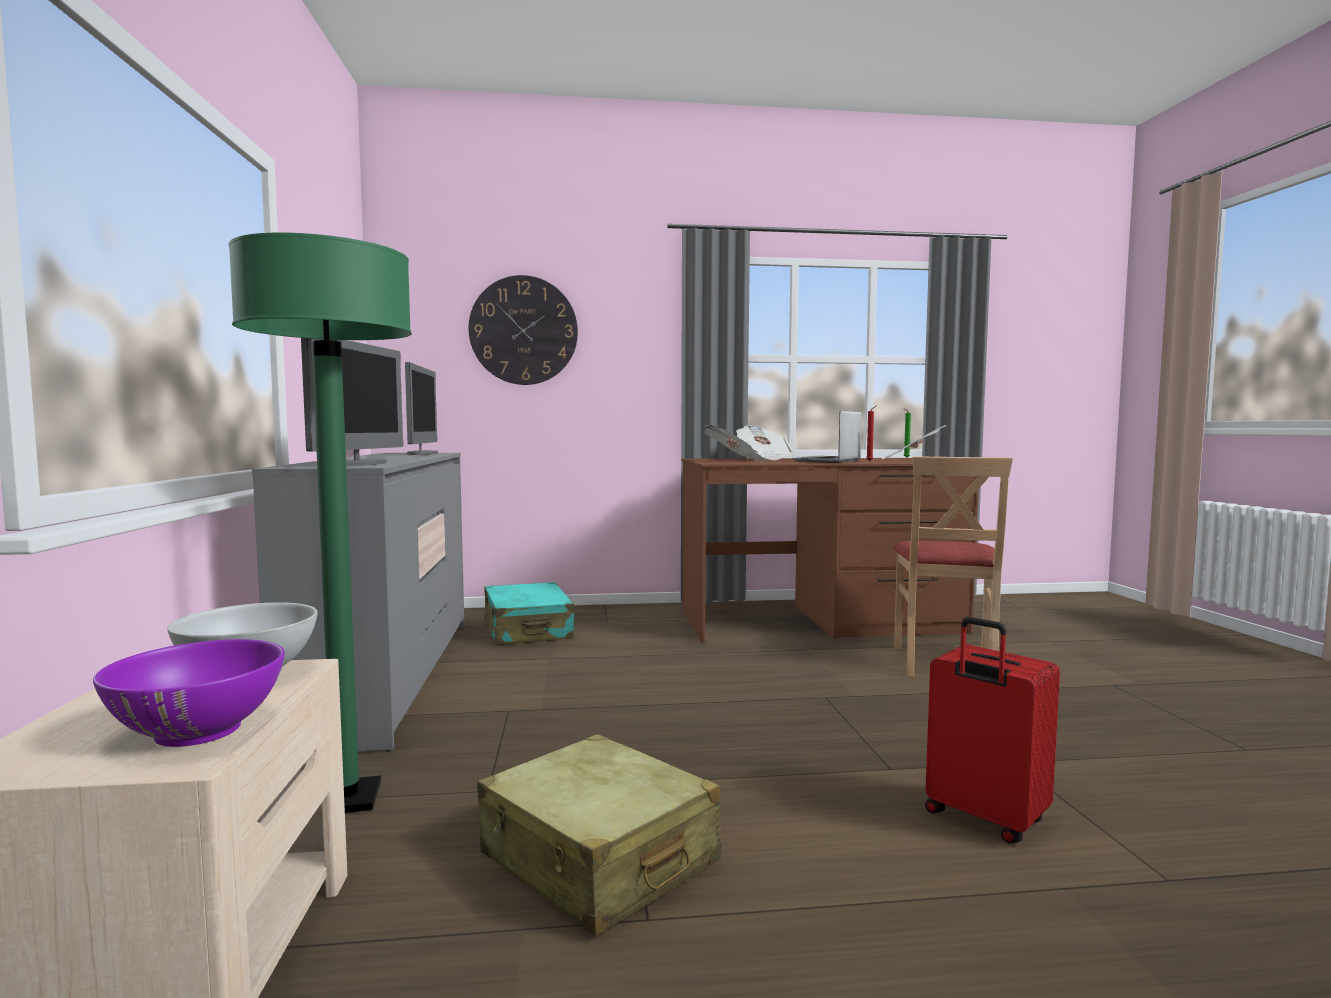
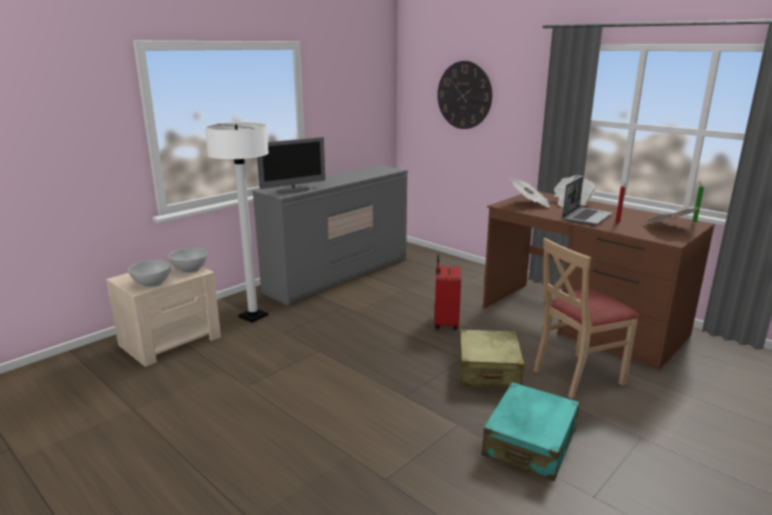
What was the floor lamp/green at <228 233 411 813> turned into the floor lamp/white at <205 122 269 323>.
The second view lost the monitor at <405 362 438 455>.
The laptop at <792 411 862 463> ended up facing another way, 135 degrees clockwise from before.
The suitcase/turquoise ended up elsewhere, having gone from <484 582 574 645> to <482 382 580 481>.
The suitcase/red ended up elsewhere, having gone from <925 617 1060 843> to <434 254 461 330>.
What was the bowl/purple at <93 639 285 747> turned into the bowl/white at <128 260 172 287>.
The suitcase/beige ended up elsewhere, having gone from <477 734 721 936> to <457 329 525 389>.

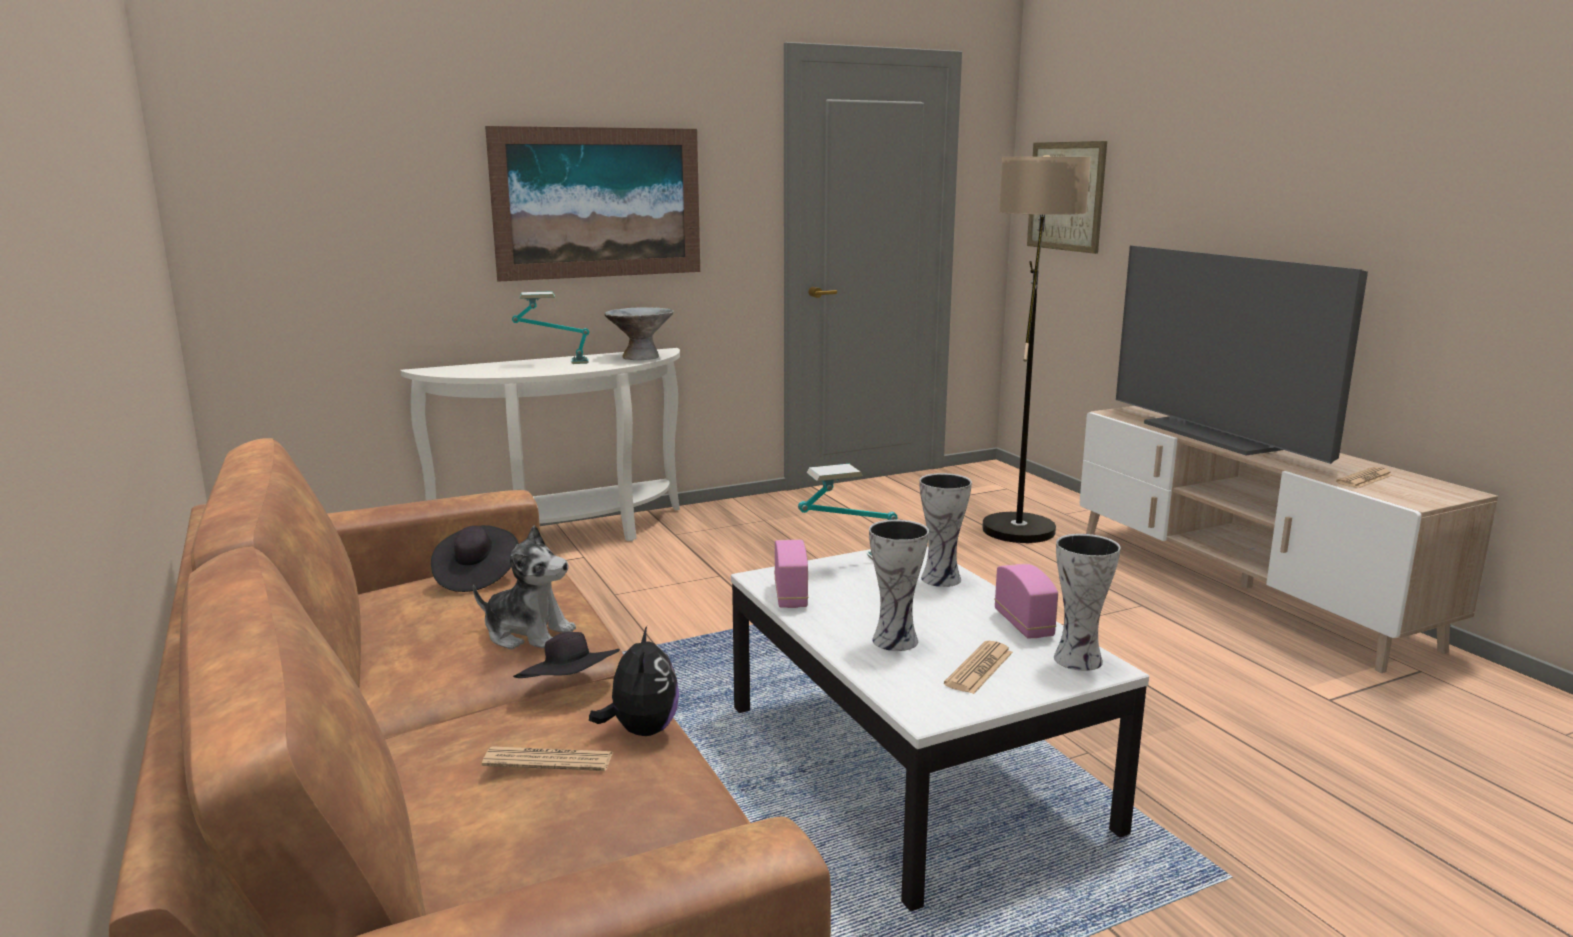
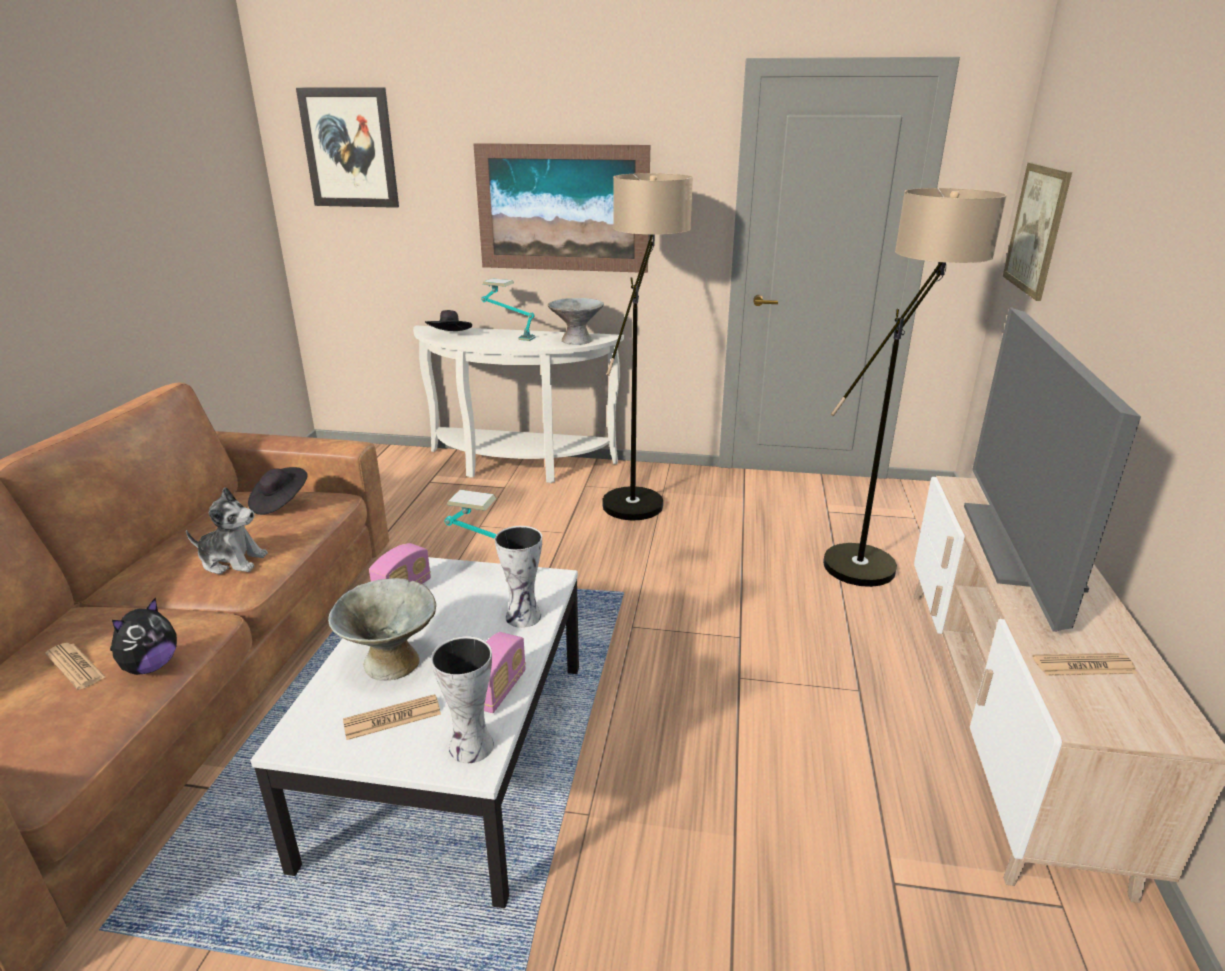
Where the vase stood at <869 520 929 651>, the bowl/grey came to stand at <328 578 436 681>.
The plush toy at <473 525 576 650> ended up facing another way, 45 degrees counterclockwise from before.
The hat/black ended up elsewhere, having gone from <513 632 620 678> to <425 310 472 331>.
The second view gained the picture at <296 87 399 208>.
The second view gained the floor lamp at <602 173 693 521>.

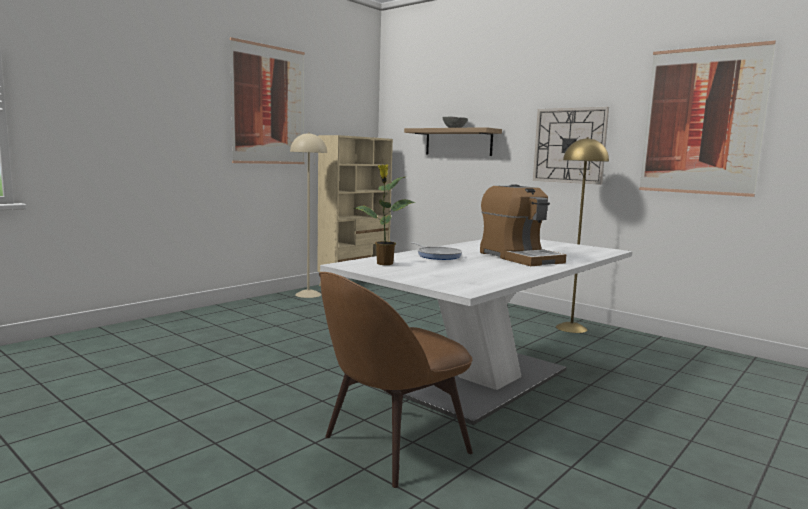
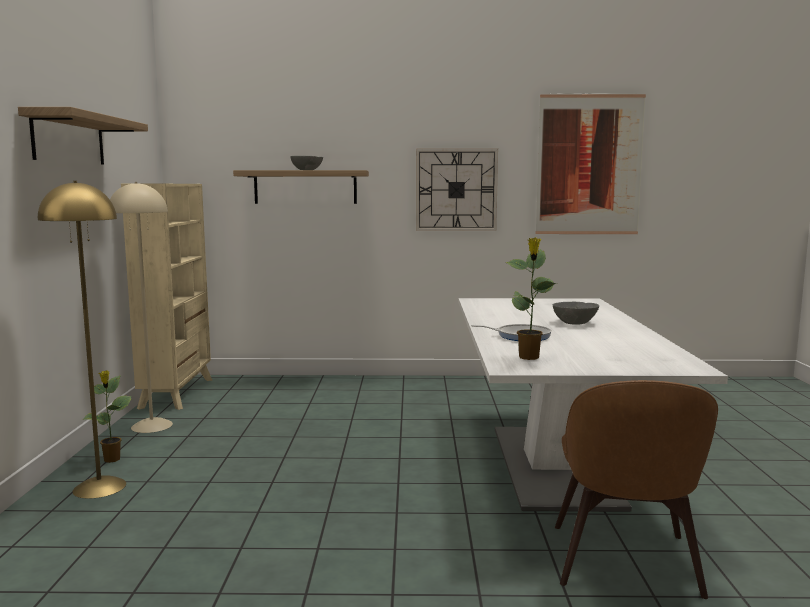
Where the picture hung at <230 37 305 164>, the shelf came to hang at <18 107 148 165>.
The floor lamp/yellow ended up elsewhere, having gone from <556 137 609 333> to <38 181 126 499>.
Where the coffee machine stood at <480 184 566 266>, the bowl/grey came to stand at <553 302 599 325>.
The second view gained the potted plant at <83 370 131 463>.

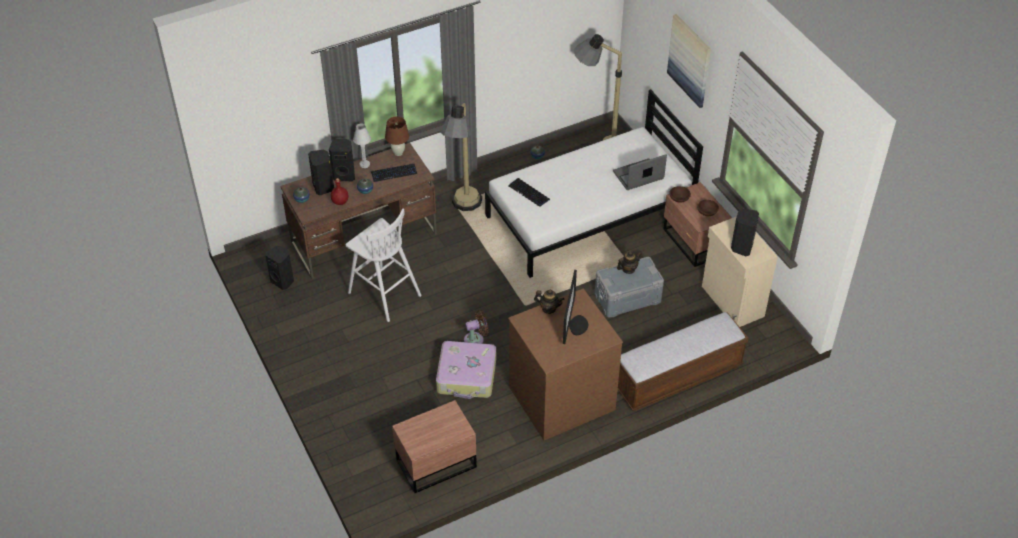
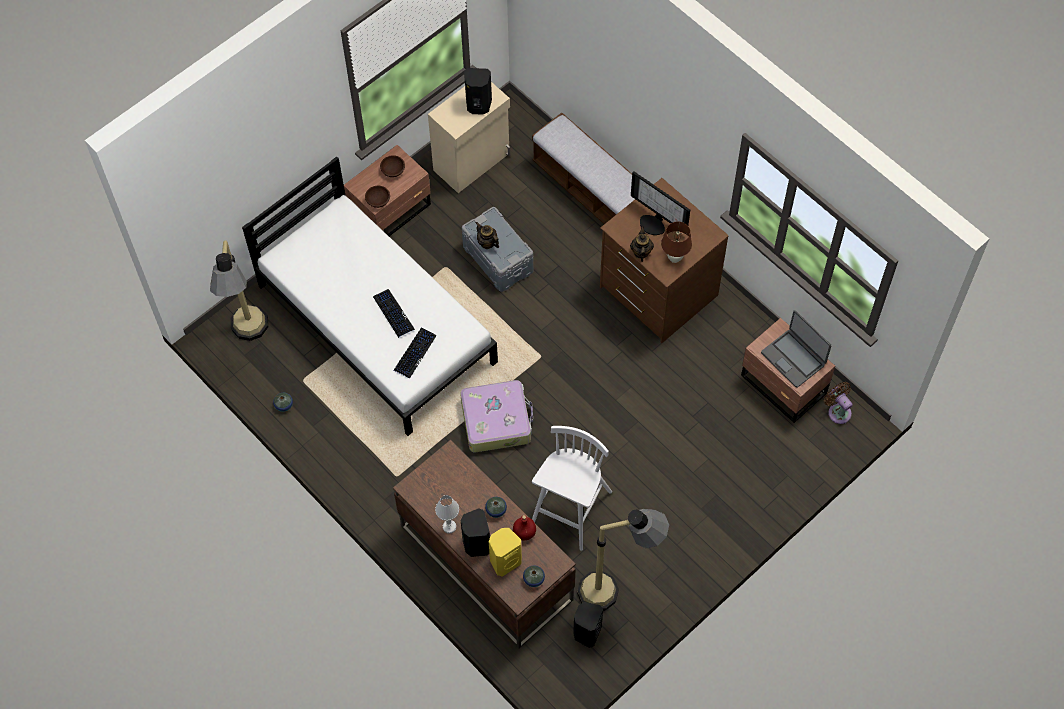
The second view lost the picture at <667 14 711 108>.
The floor lamp ended up elsewhere, having gone from <441 103 482 211> to <577 509 669 611>.
The table lamp/brown ended up elsewhere, having gone from <385 116 409 156> to <661 222 692 263>.
What was the speaker/black at <308 150 334 195> turned into the speaker/yellow at <489 528 522 577>.
The laptop ended up elsewhere, having gone from <613 154 667 190> to <761 310 831 388>.
The keyboard ended up elsewhere, having gone from <371 164 417 182> to <373 289 415 338>.
The monitor at <563 270 588 344> ended up facing another way, 135 degrees counterclockwise from before.
The fan/brown ended up elsewhere, having gone from <464 310 489 343> to <824 382 853 424>.
The suitcase ended up elsewhere, having gone from <436 341 496 399> to <460 380 533 452>.

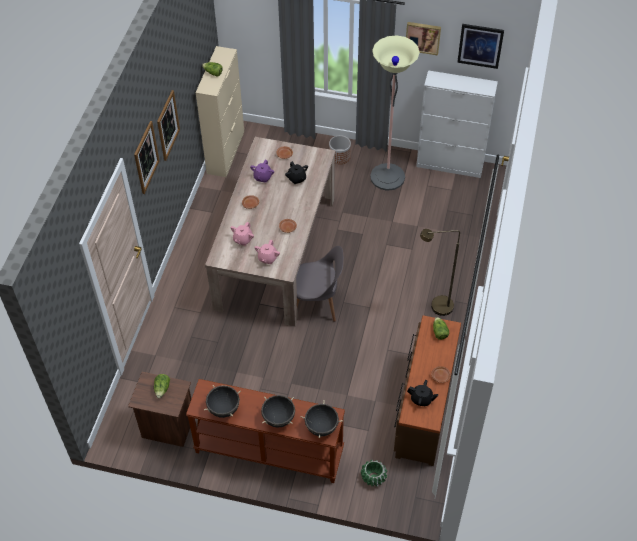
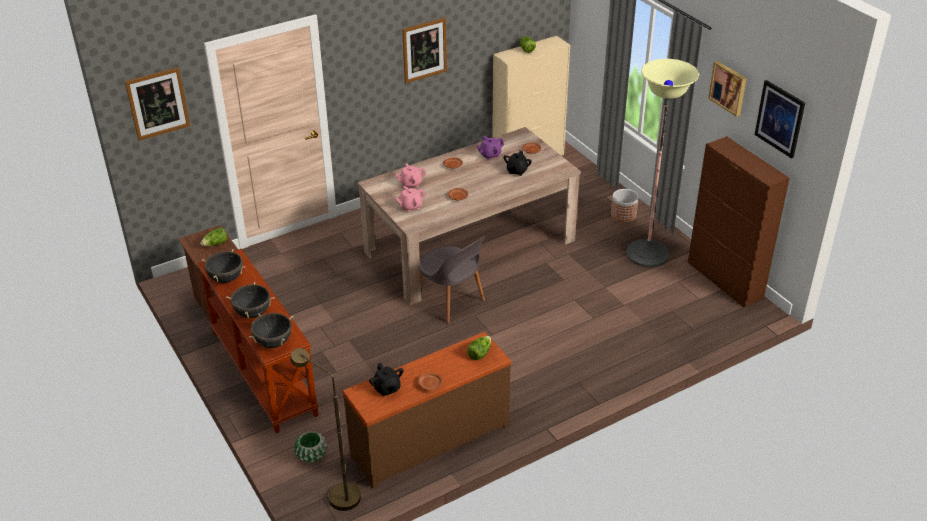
What was the cabinet/white at <416 70 498 178> turned into the cabinet/brown at <688 136 790 307>.
The picture ended up elsewhere, having gone from <134 121 160 194> to <125 67 190 141>.
The floor lamp/brown ended up elsewhere, having gone from <420 229 460 316> to <290 348 361 511>.

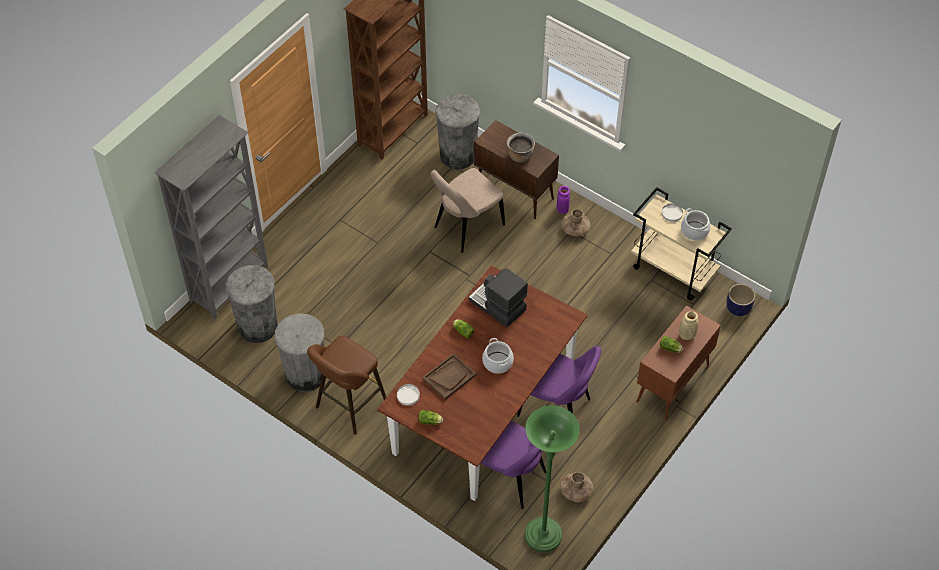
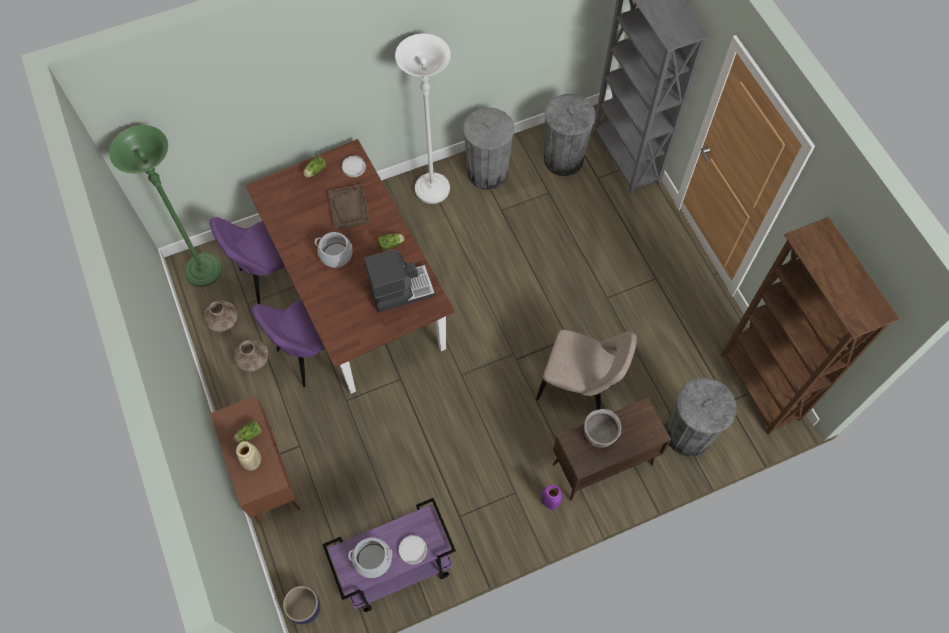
The chair/beige at <431 168 505 253> ended up facing another way, 120 degrees clockwise from before.
What was the cart/beige at <631 187 732 301> turned into the cart/purple at <322 498 456 612>.
The vase/brown ended up elsewhere, having gone from <561 209 590 236> to <234 339 269 372>.
Where the stool/brown stood at <307 336 387 435>, the floor lamp/white came to stand at <395 33 451 204>.

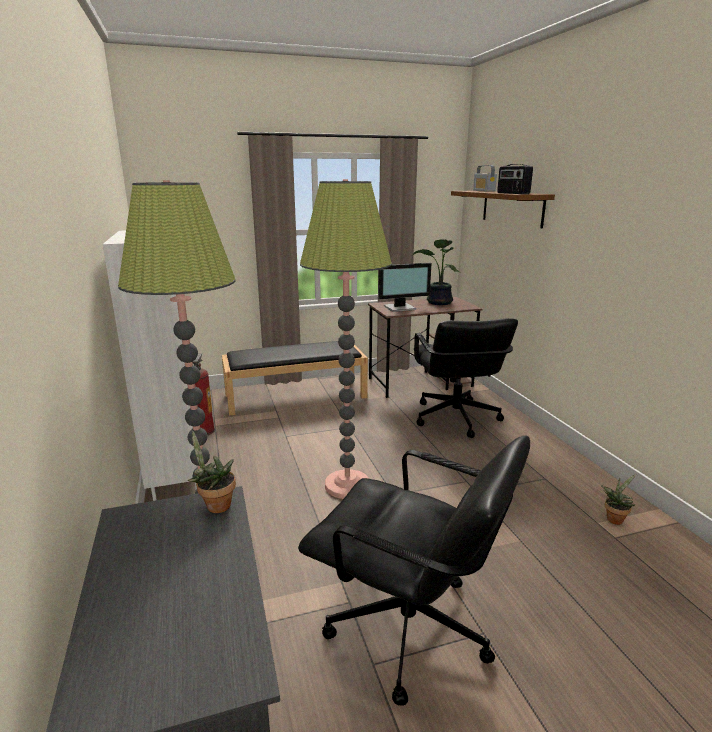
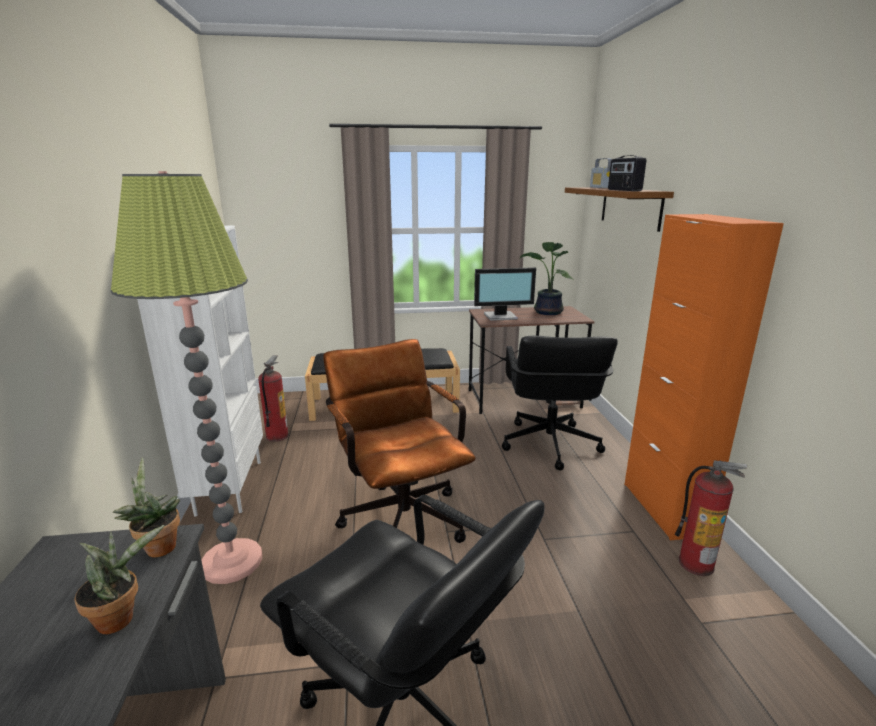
Where the floor lamp stood at <300 179 392 499>, the office chair/brown came to stand at <323 339 476 543>.
The potted plant ended up elsewhere, having gone from <602 474 636 525> to <74 525 164 634>.
The second view gained the cabinet/orange at <624 214 784 540>.
The second view gained the fire extinguisher at <675 460 748 576>.

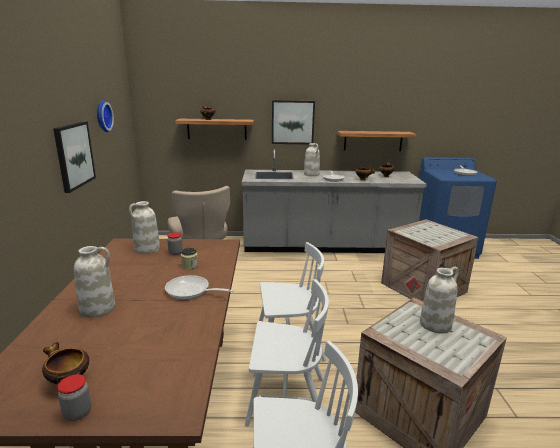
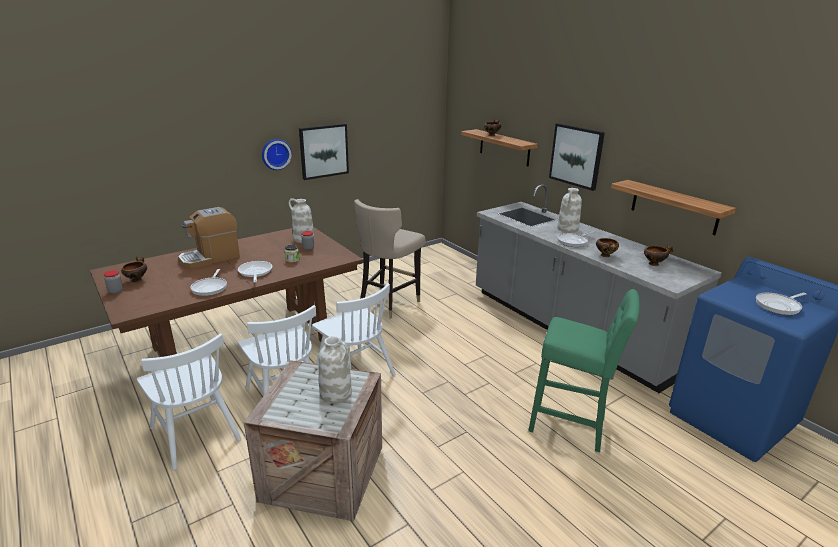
The wall clock ended up elsewhere, having gone from <97 101 114 132> to <262 139 292 170>.
Where the crate stood at <381 219 479 301>, the stool/green came to stand at <528 289 640 452>.
Where the vase/white stood at <74 246 115 318>, the coffee machine came to stand at <178 207 240 269>.
The second view gained the frying pan at <191 269 227 296>.

